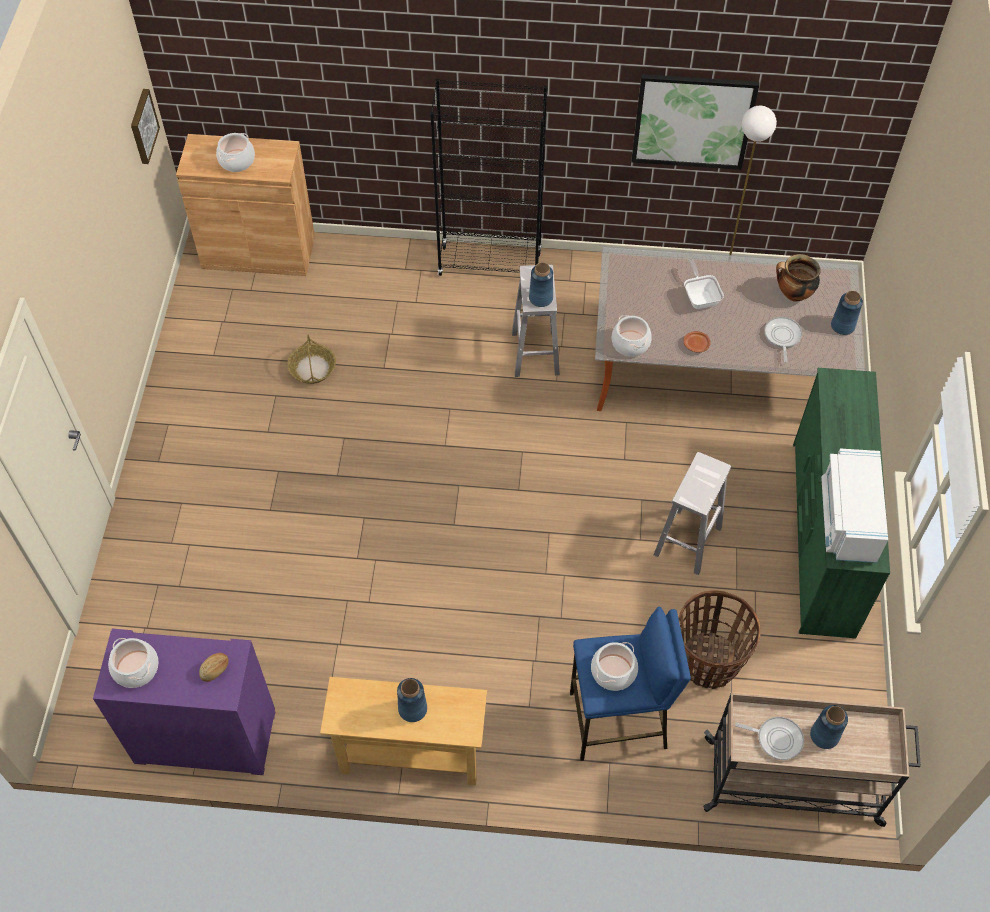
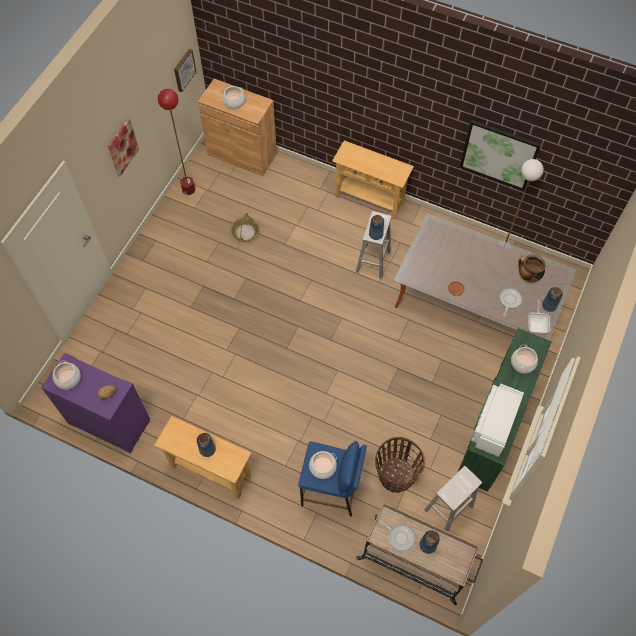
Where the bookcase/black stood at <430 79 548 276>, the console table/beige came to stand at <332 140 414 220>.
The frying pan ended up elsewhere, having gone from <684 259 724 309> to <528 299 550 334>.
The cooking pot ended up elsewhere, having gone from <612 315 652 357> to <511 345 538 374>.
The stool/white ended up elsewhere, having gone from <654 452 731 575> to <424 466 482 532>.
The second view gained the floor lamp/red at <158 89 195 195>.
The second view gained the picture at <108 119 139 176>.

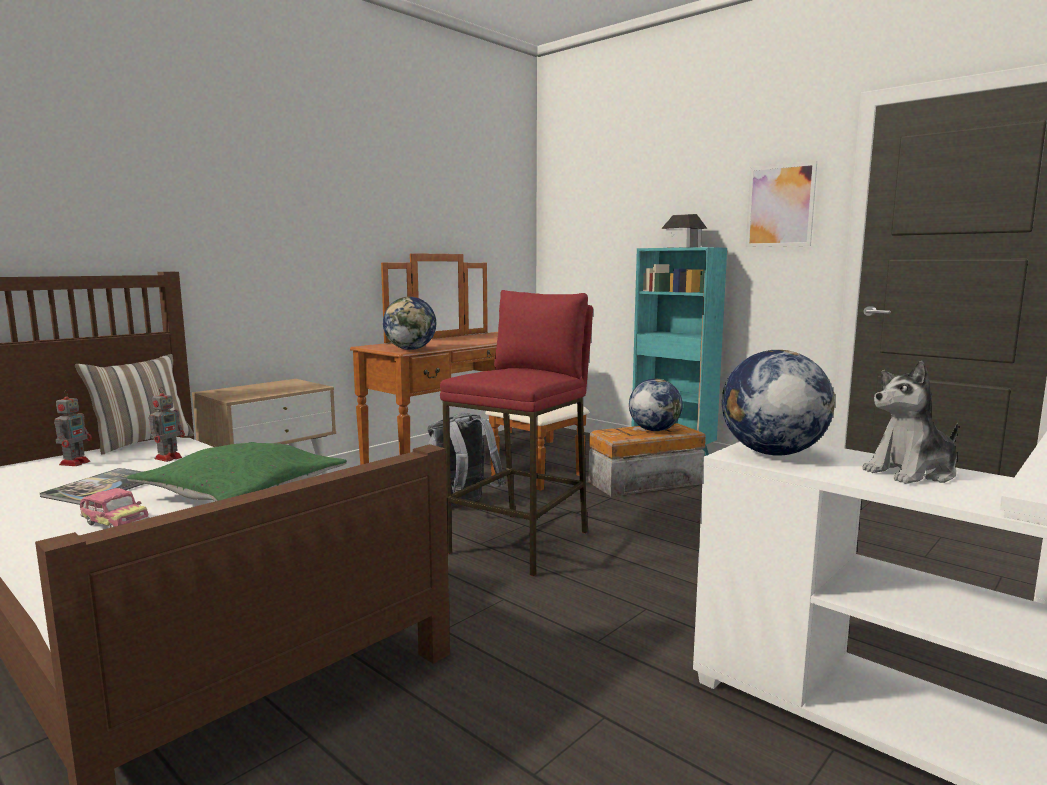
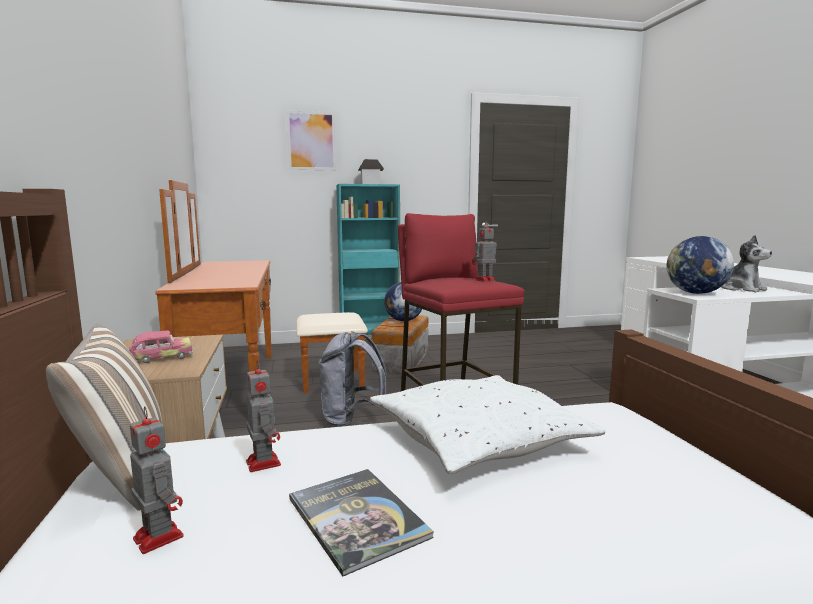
The picture ended up elsewhere, having gone from <746 161 817 247> to <286 111 336 170>.
The second view lost the globe at <383 297 436 350>.
The plush toy at <862 361 958 484> ended up facing another way, 45 degrees counterclockwise from before.
What was the pillow/green at <127 442 347 501> turned into the pillow/white at <370 375 605 474>.
The toy car ended up elsewhere, having gone from <80 488 149 528> to <129 331 193 363>.
The second view gained the toy robot at <472 222 497 282>.

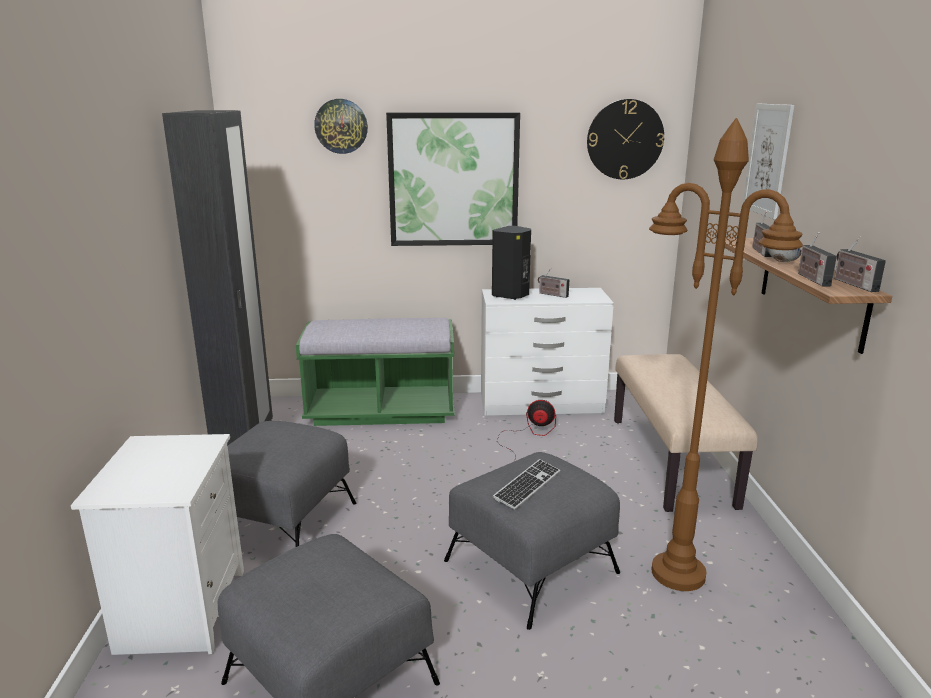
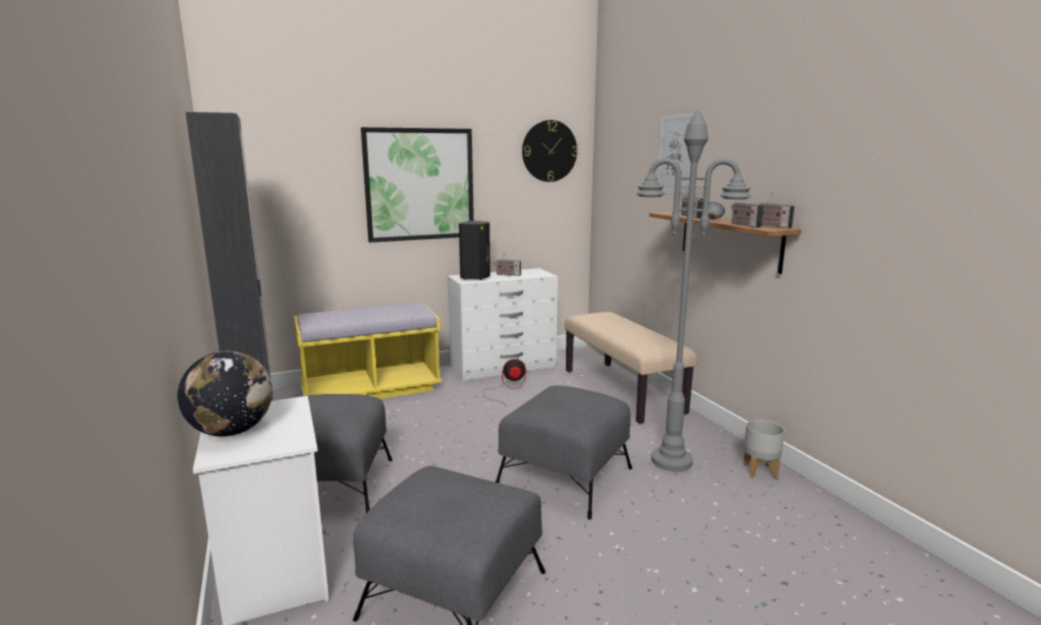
The second view lost the wall clock at <314 99 368 154>.
What was the floor lamp/brown at <649 118 803 591> turned into the floor lamp/grey at <636 109 751 472>.
What was the bench/green at <296 318 455 426> turned into the bench/yellow at <294 302 442 399>.
The second view lost the keyboard at <493 459 560 510>.
The second view gained the globe at <177 351 272 437>.
The second view gained the planter/grey at <743 420 785 478>.

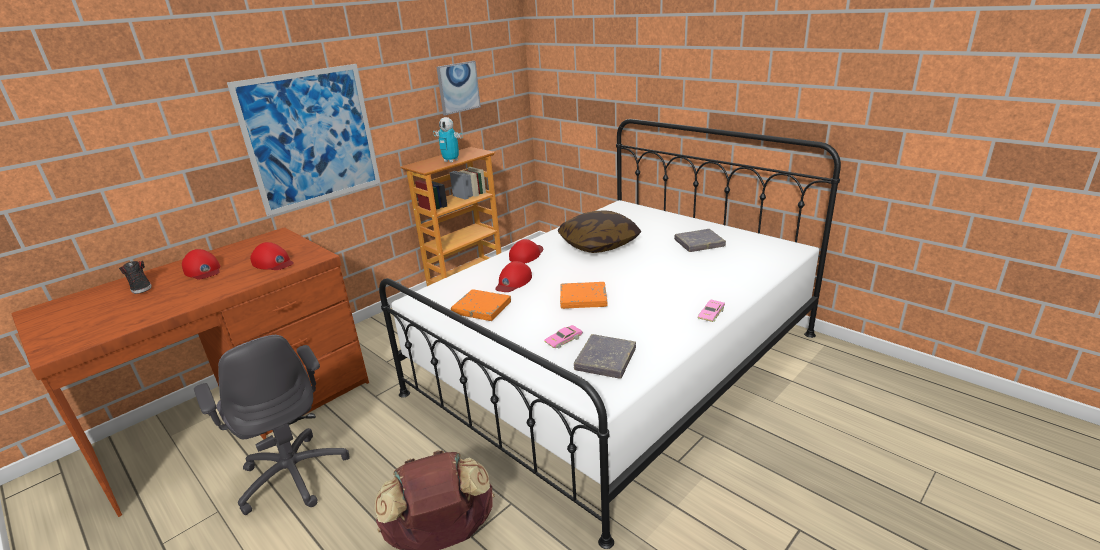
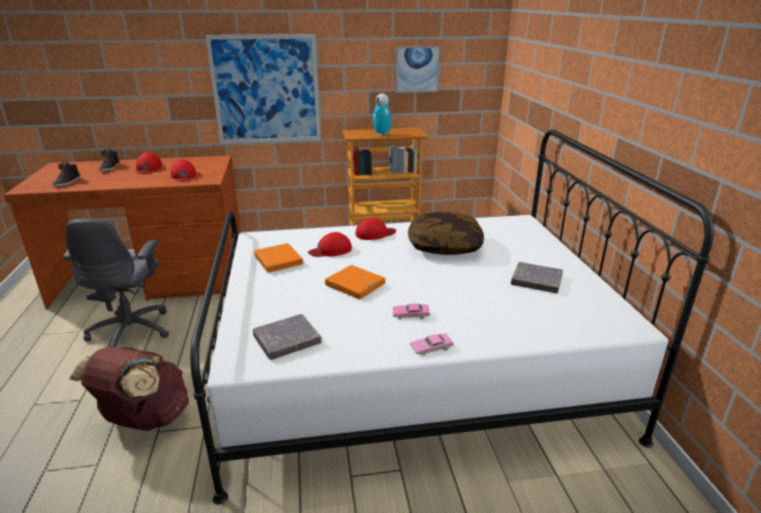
The toy car/pink ended up elsewhere, having gone from <544 325 583 348> to <393 303 430 319>.
The second view gained the shoe/black at <52 162 81 187>.

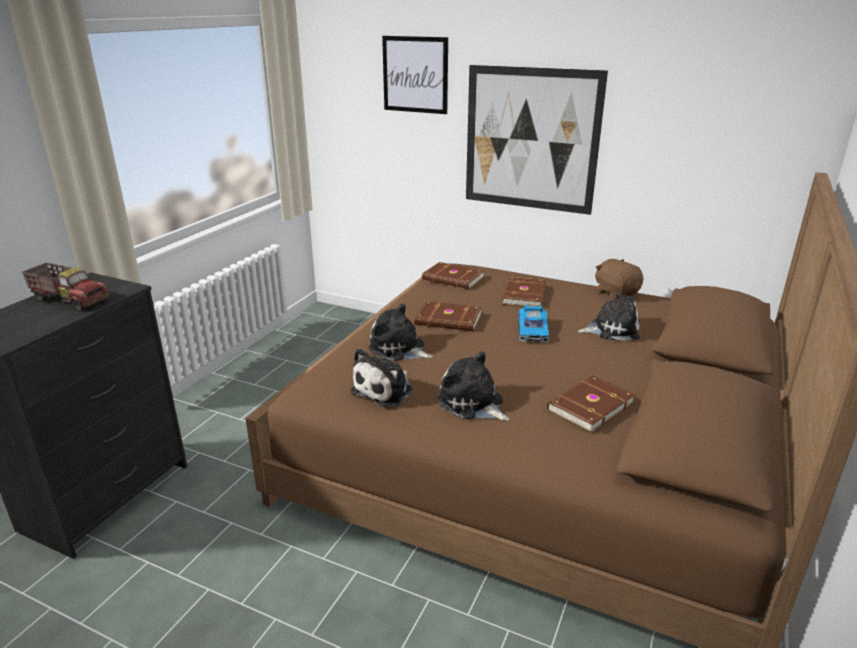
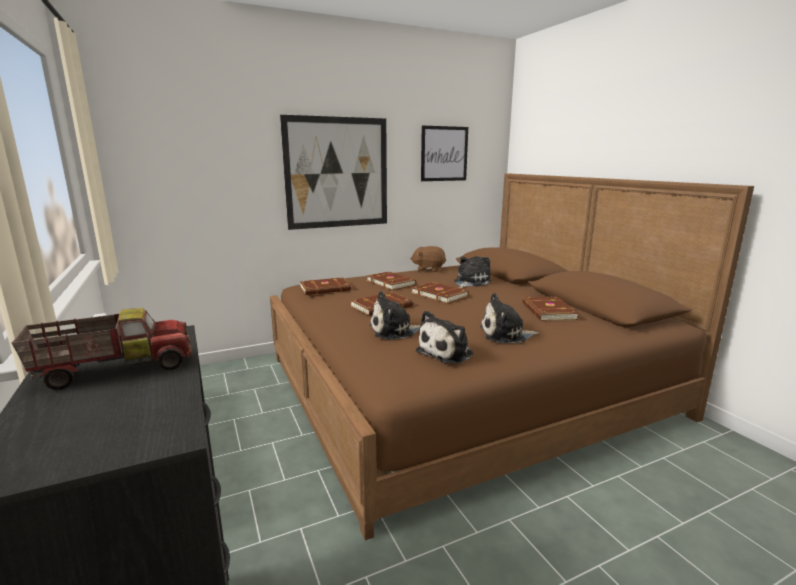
The picture ended up elsewhere, having gone from <382 36 448 114> to <421 126 468 181>.
Where the toy car stood at <518 305 549 343>, the book/brown came to stand at <412 282 469 304>.
The plush toy at <350 348 413 407> ended up facing another way, 60 degrees clockwise from before.

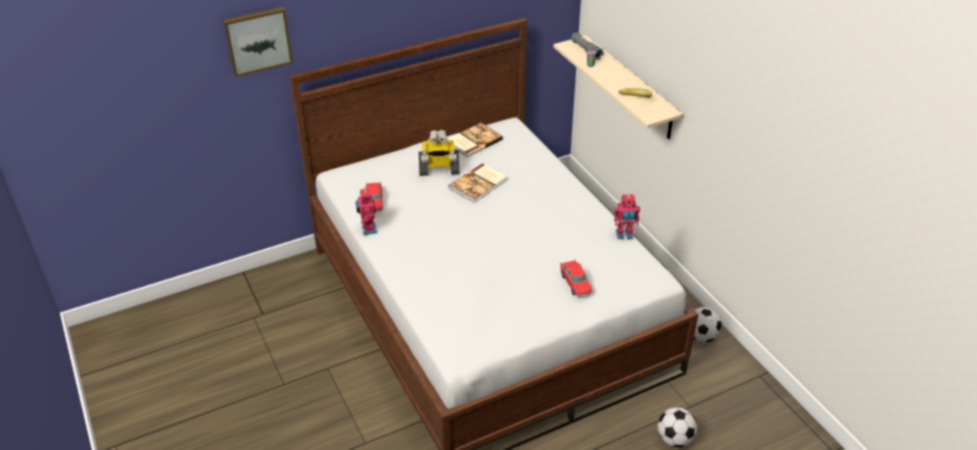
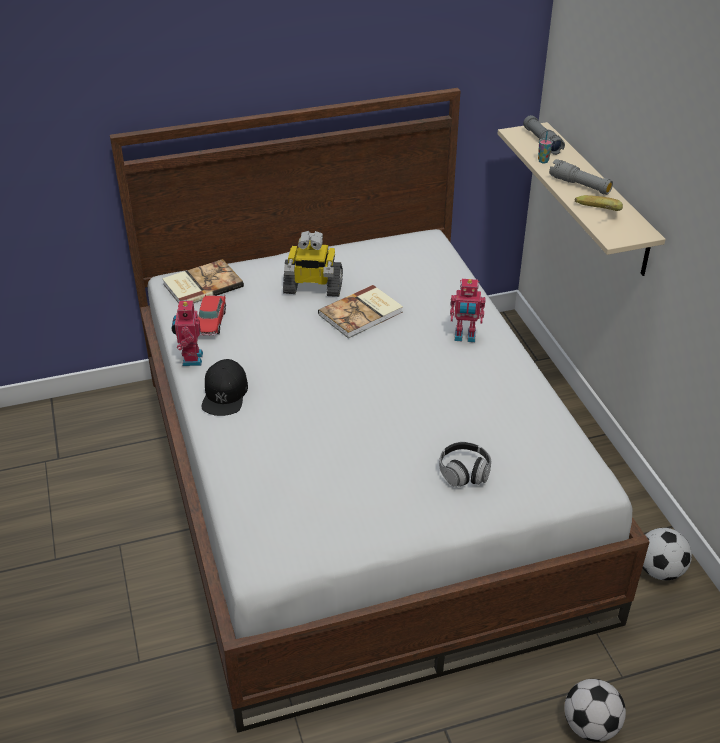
The second view lost the picture at <223 7 293 77>.
The book ended up elsewhere, having gone from <448 123 503 157> to <162 259 244 303>.
The toy robot ended up elsewhere, having gone from <614 194 640 239> to <450 279 486 342>.
Where the toy car stood at <560 260 592 296>, the headphones came to stand at <439 442 491 487>.
The second view gained the flashlight/grey at <549 159 613 195>.
The second view gained the cap/black at <202 359 248 416>.

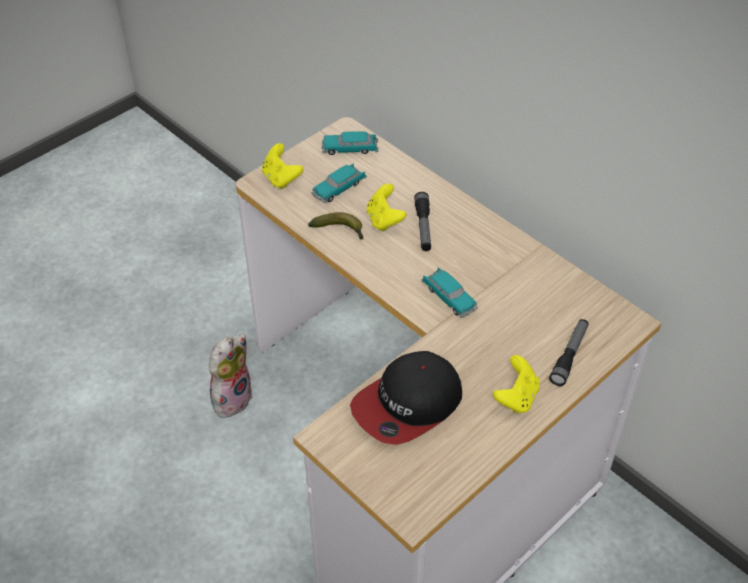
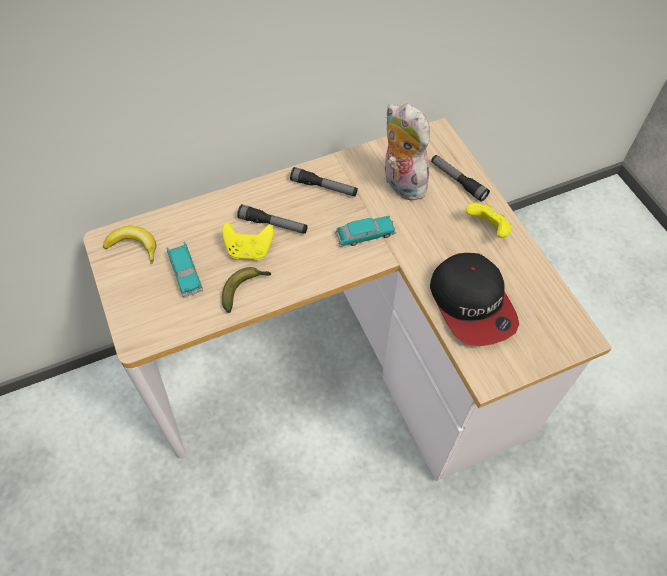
Where the toy car stood at <321 131 379 155>, the banana came to stand at <103 226 156 264>.
The second view lost the game controller/yellow at <262 143 303 189>.
The plush toy ended up elsewhere, having gone from <208 334 253 418> to <385 103 432 201>.
The second view gained the flashlight at <290 167 358 196>.

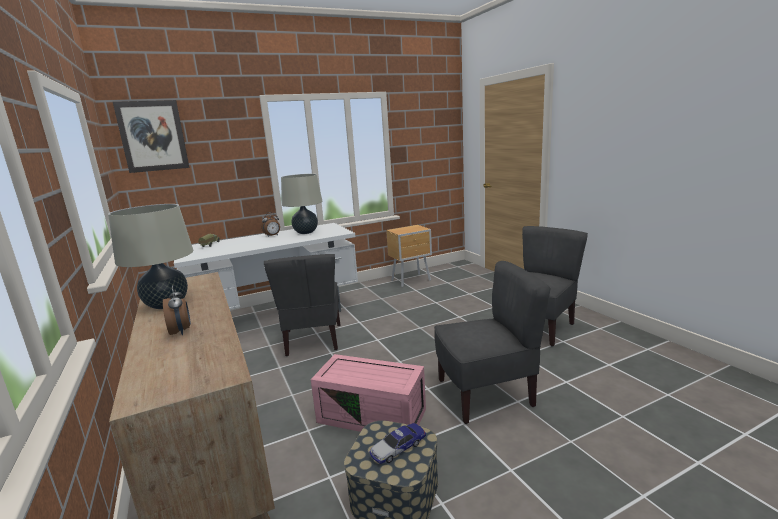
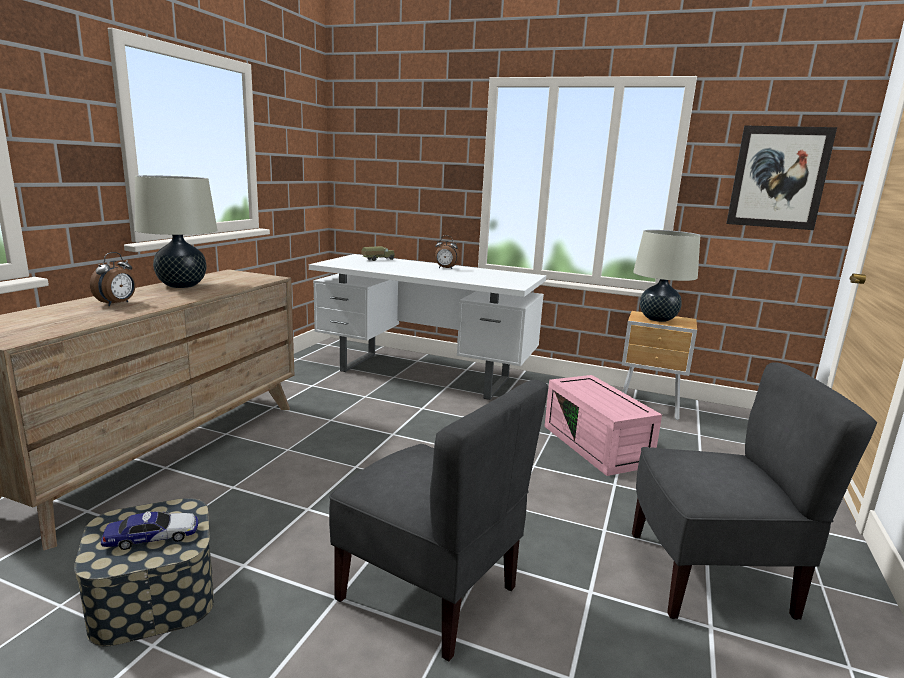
The picture ended up elsewhere, having gone from <113 100 189 173> to <726 126 837 230>.
The table lamp/beige ended up elsewhere, having gone from <281 174 323 234> to <633 230 700 322>.
The second view lost the chair/grey at <264 254 341 356>.
The storage box/pink ended up elsewhere, having gone from <311 354 426 432> to <544 375 662 476>.
The toy car at <369 423 426 464> ended up facing another way, 150 degrees clockwise from before.

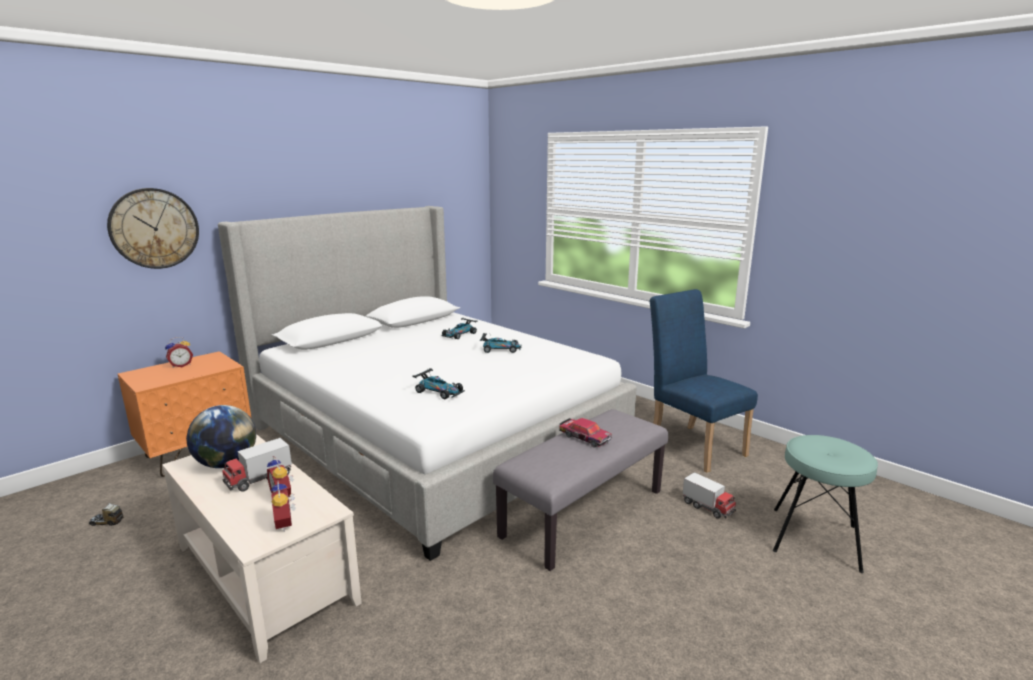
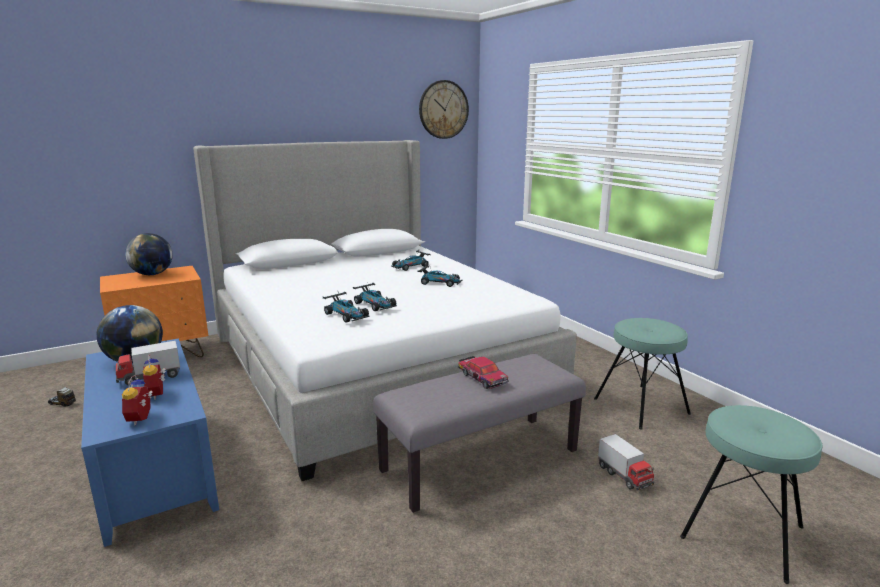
The wall clock ended up elsewhere, having gone from <107 188 199 269> to <419 80 469 139>.
Where the chair/blue stood at <650 289 758 473>, the stool/turquoise came to stand at <594 318 691 430>.
Where the alarm clock stood at <165 337 193 368>, the globe came to stand at <125 233 173 275>.
What was the coffee table/beige at <162 434 362 663> turned into the coffee table/blue at <81 338 219 547>.
The second view gained the toy car at <353 283 397 311>.

